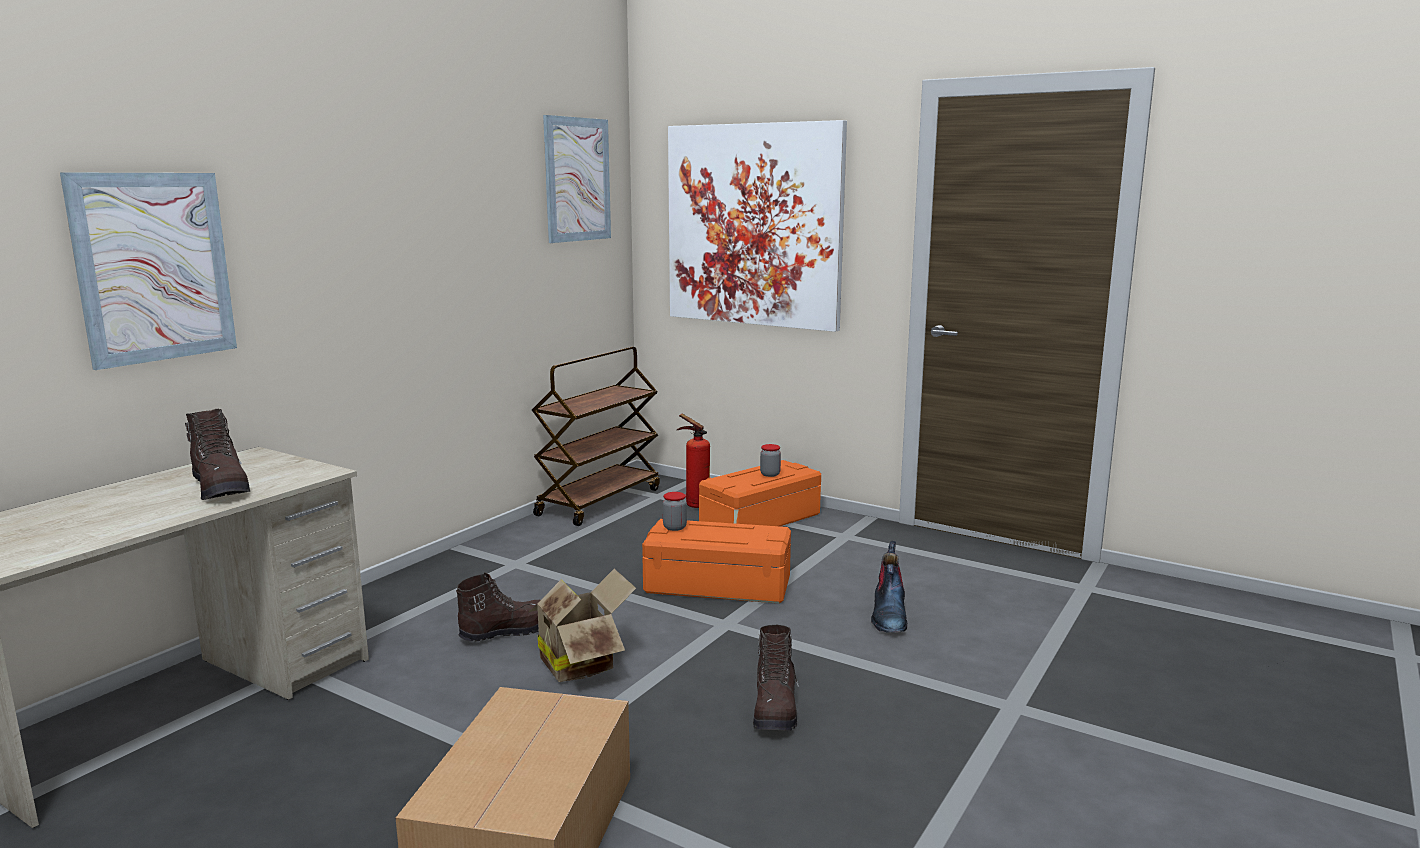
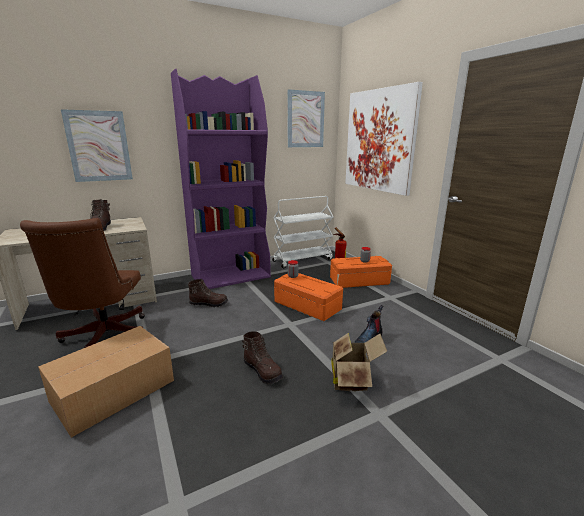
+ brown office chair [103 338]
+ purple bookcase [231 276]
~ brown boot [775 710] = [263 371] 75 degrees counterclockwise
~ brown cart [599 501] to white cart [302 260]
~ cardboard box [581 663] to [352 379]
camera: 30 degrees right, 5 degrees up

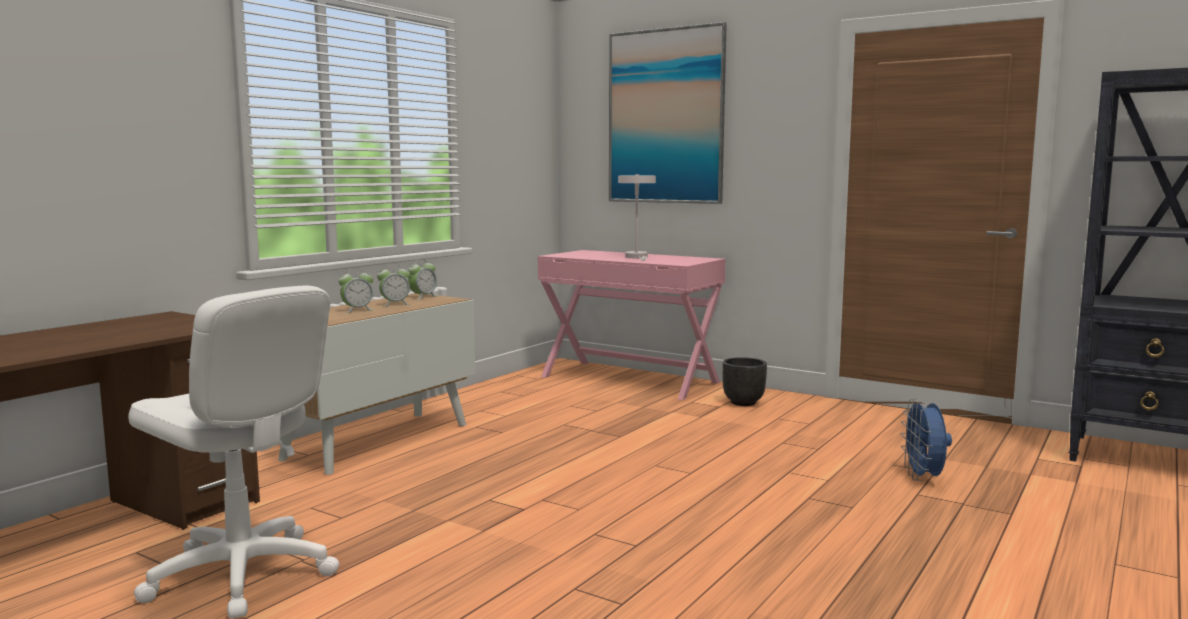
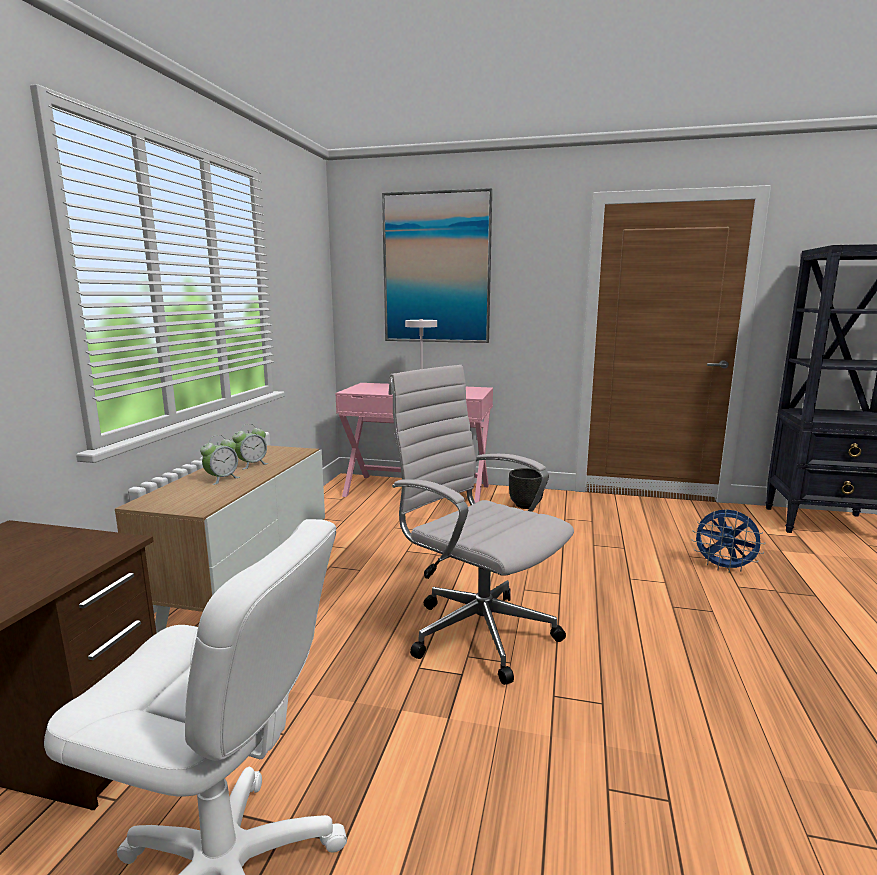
+ white office chair [476 631]
~ blue fan [923 478] = [724 568] 45 degrees counterclockwise
- alarm clock [423 297]
camera: 20 degrees left, 5 degrees up

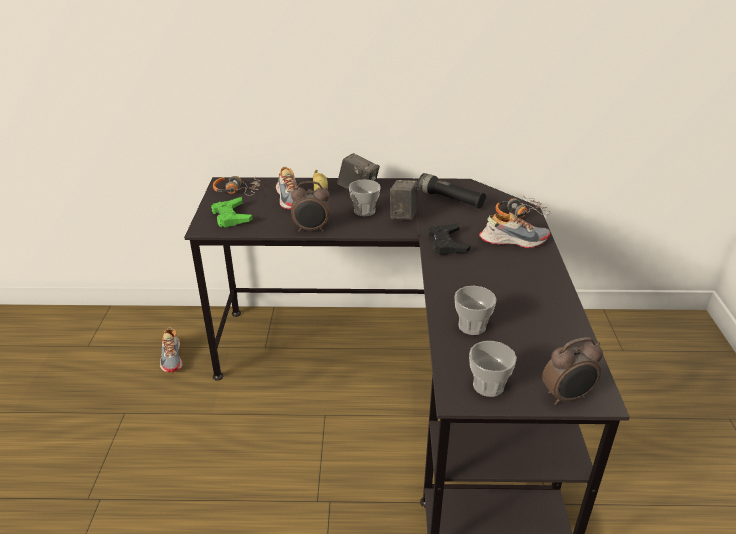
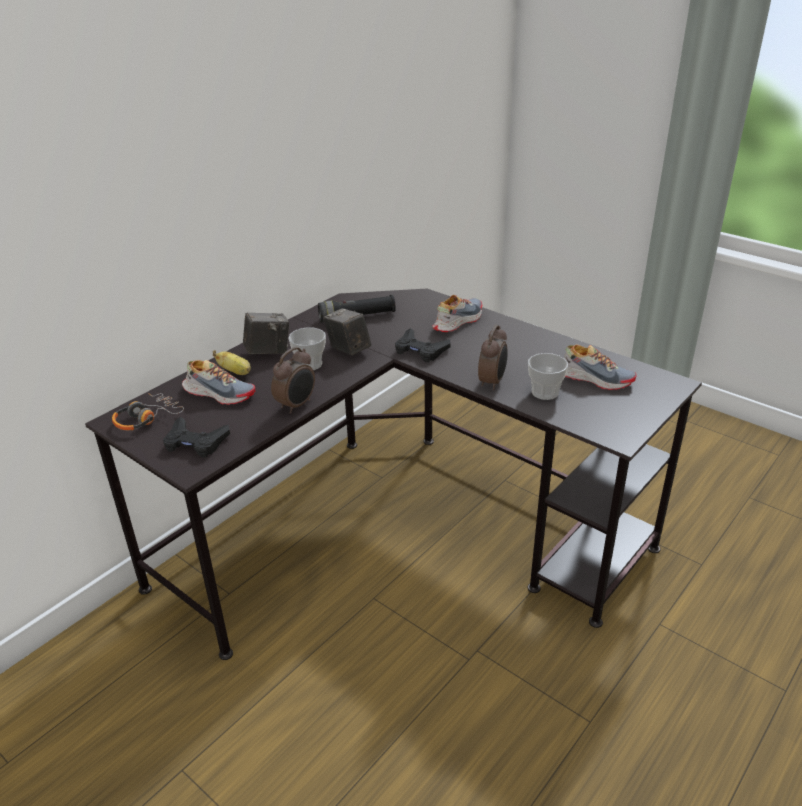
~ green game controller [231 216] to black game controller [195 442]
~ alarm clock [567 397] to [492 382]
~ shoe [172 357] to [594 378]
- cup [488 385]
- headphones [519 213]
camera: 50 degrees left, 0 degrees up

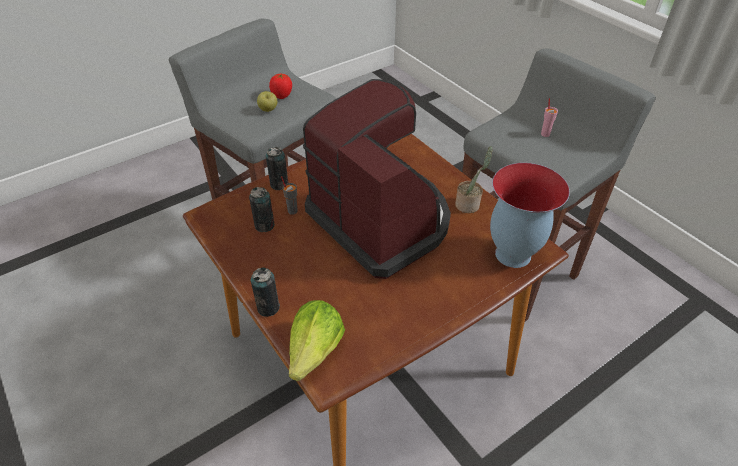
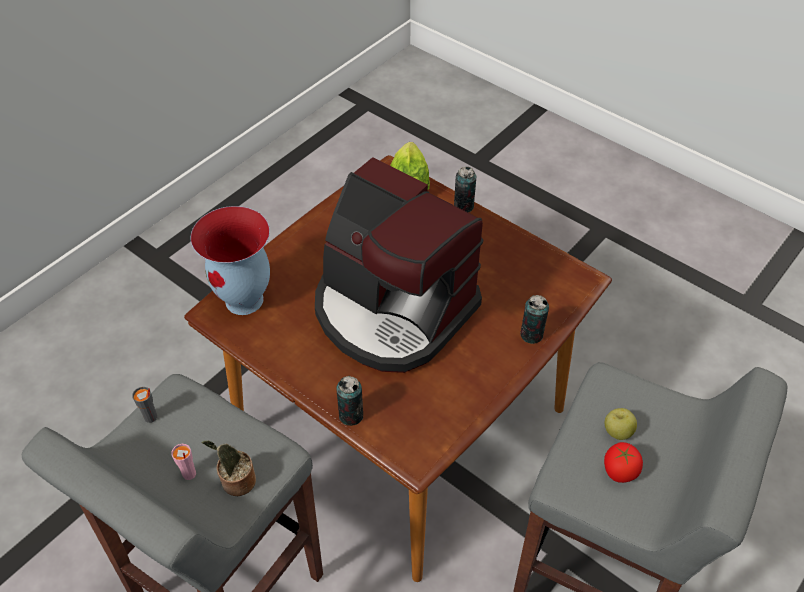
~ grey cup [292 211] to [151 417]
~ potted plant [469 204] to [236 482]
~ can [264 225] to [351 415]
camera: 165 degrees right, 5 degrees up

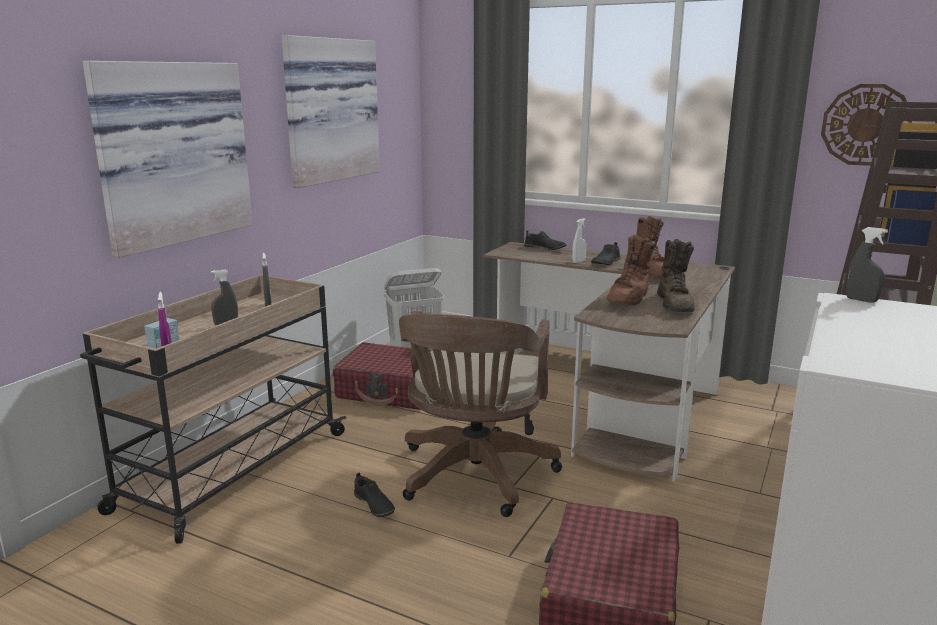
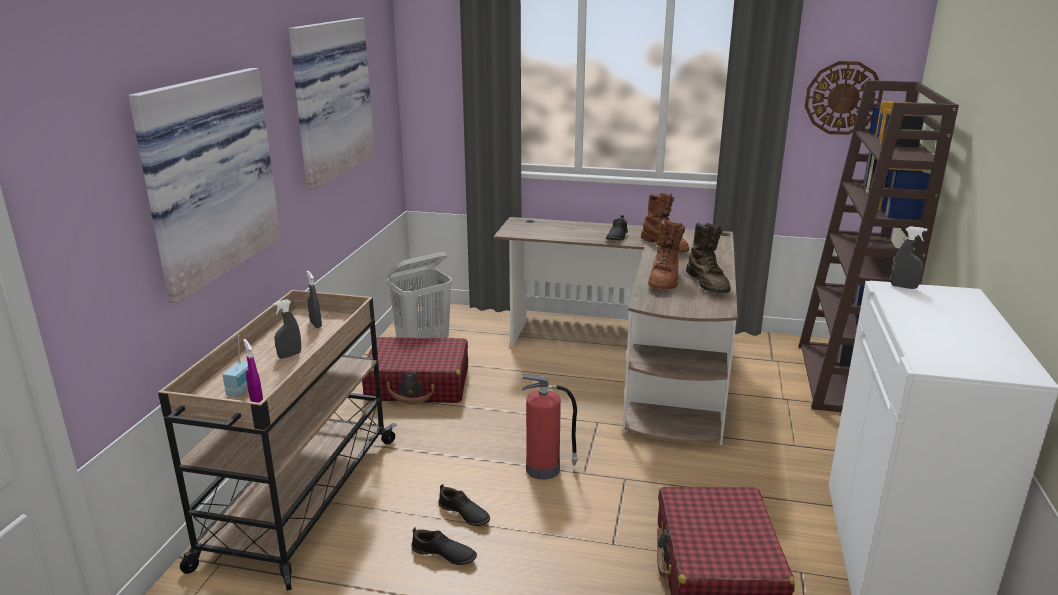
~ black shoe [545 248] to [444 554]
~ brown office chair [474 477] to fire extinguisher [545 469]
- white spray bottle [578 261]
camera: 15 degrees left, 5 degrees up

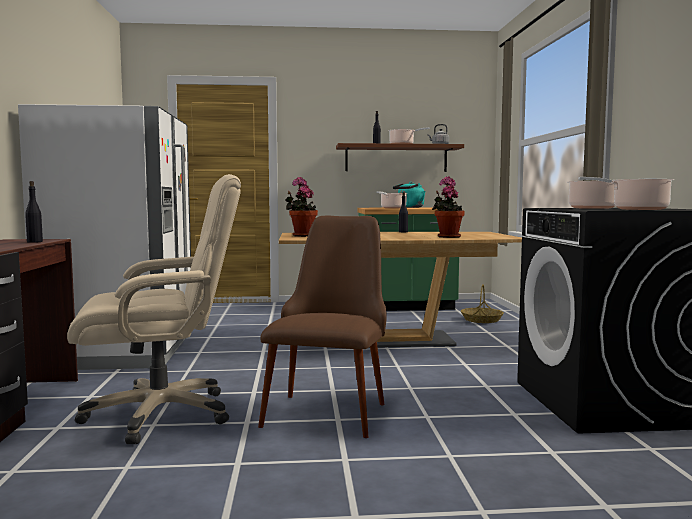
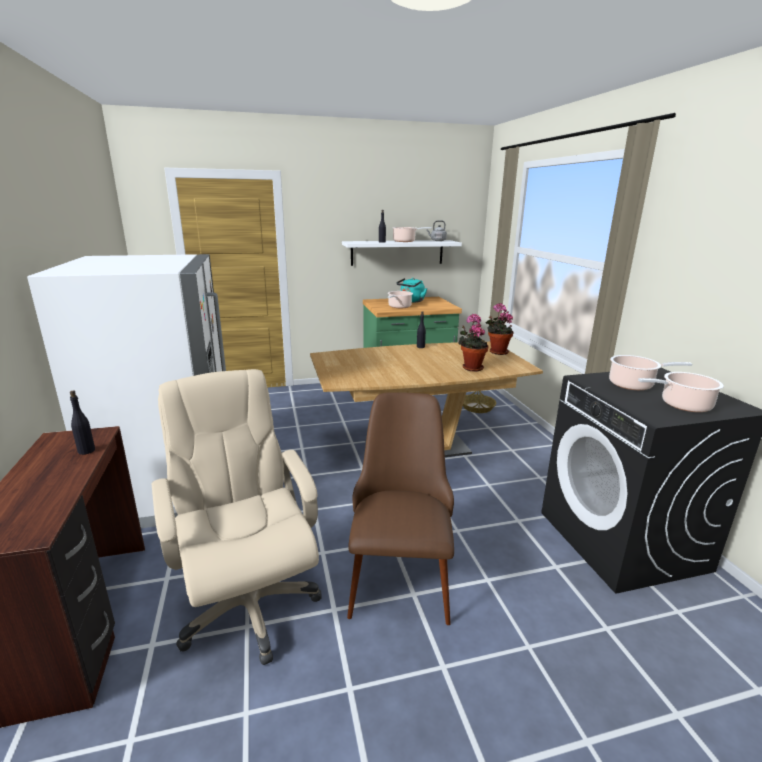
~ beige office chair [161 414] = [248 604] 90 degrees counterclockwise
~ brown shelf [396 158] to white shelf [397 252]
~ potted plant [301 236] to [497 352]
camera: 10 degrees left, 15 degrees up

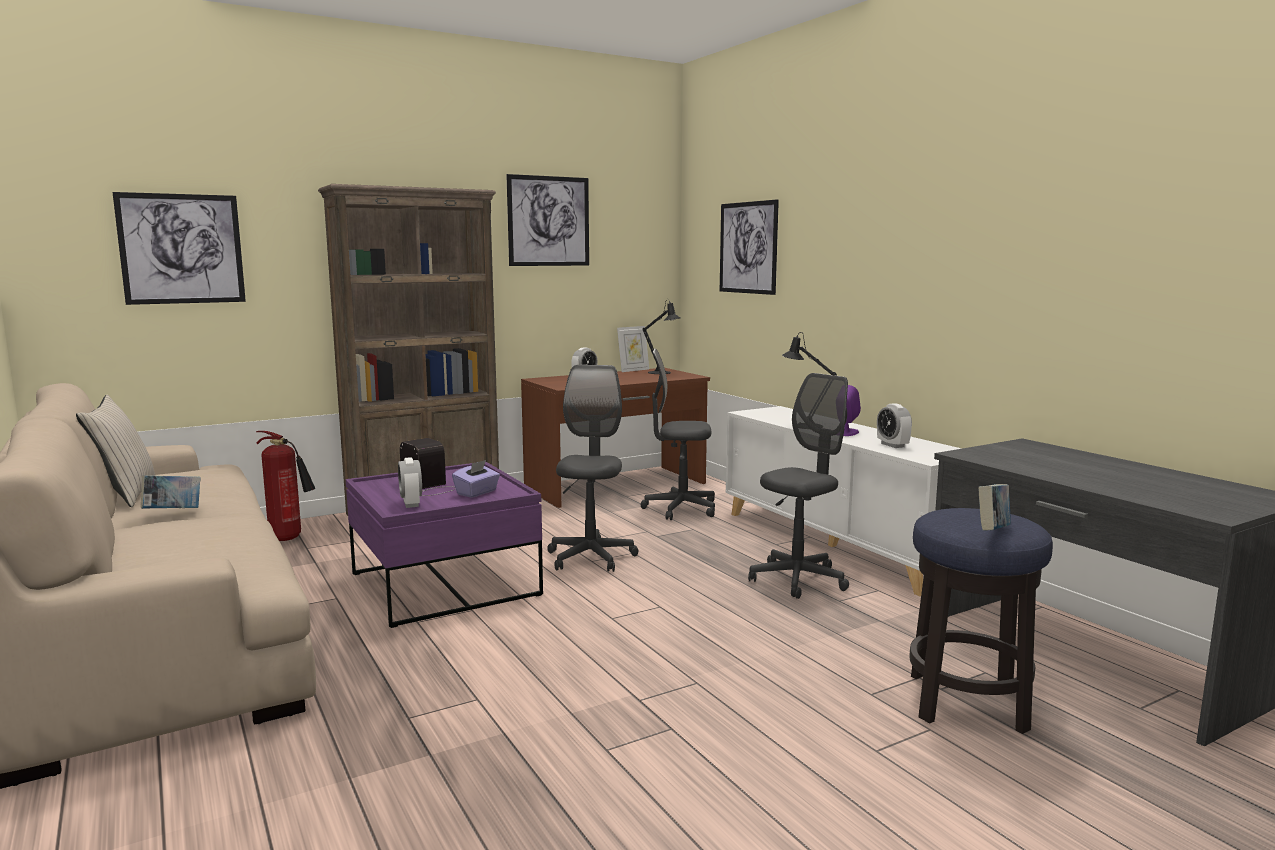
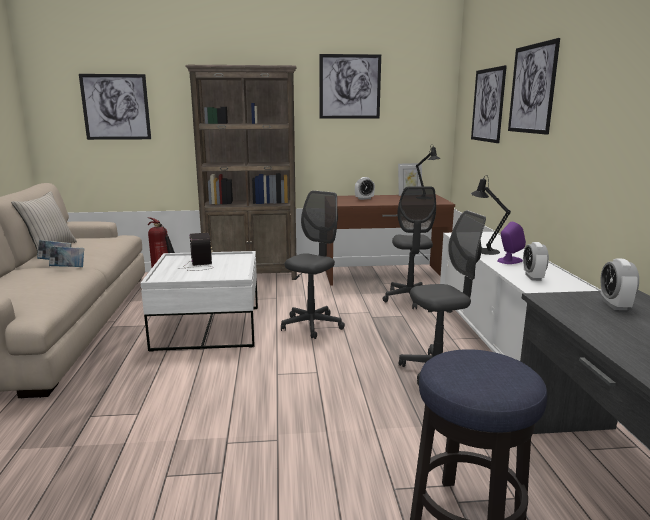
~ book [992 532] to [68 268]
~ purple coffee table [444 584] to white coffee table [208 328]
~ grey office chair [680 509] = [410 299] 120 degrees counterclockwise
+ picture [532 89]
~ alarm clock [411 503] to [615 305]
- purple tissue box [477 493]
camera: 25 degrees right, 5 degrees up

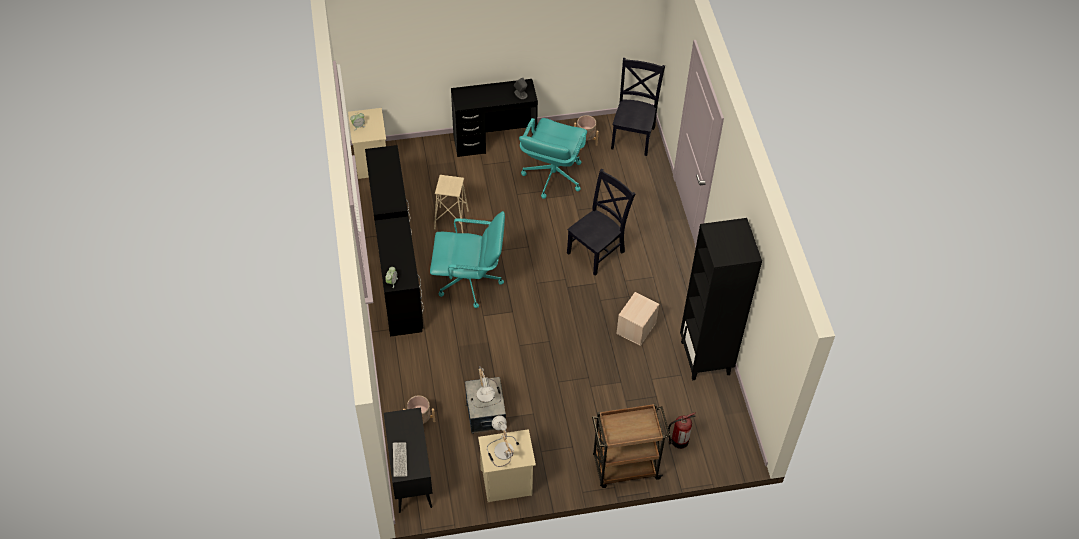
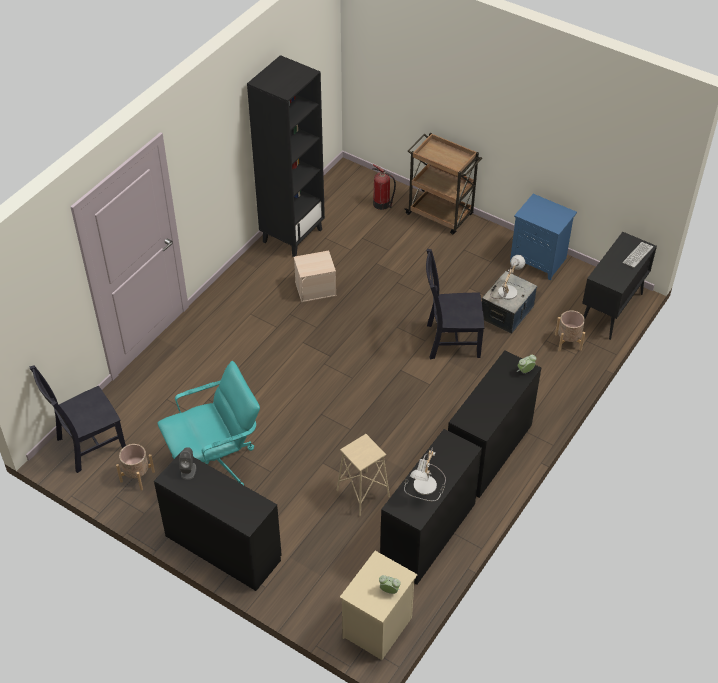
~ table lamp [501 450] to [426 487]
~ black chair [597 251] to [450 340]
~ beige nightstand [506 483] to blue nightstand [539 260]
- turquoise office chair [470 282]
camera: 135 degrees left, 5 degrees down

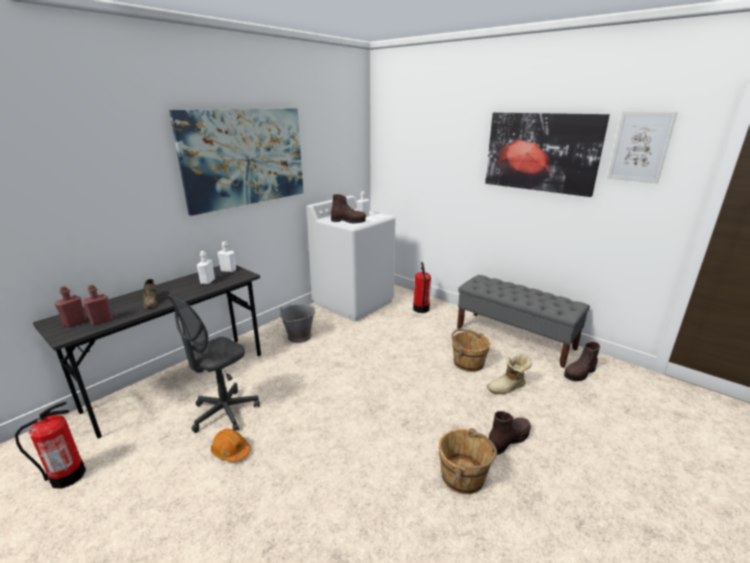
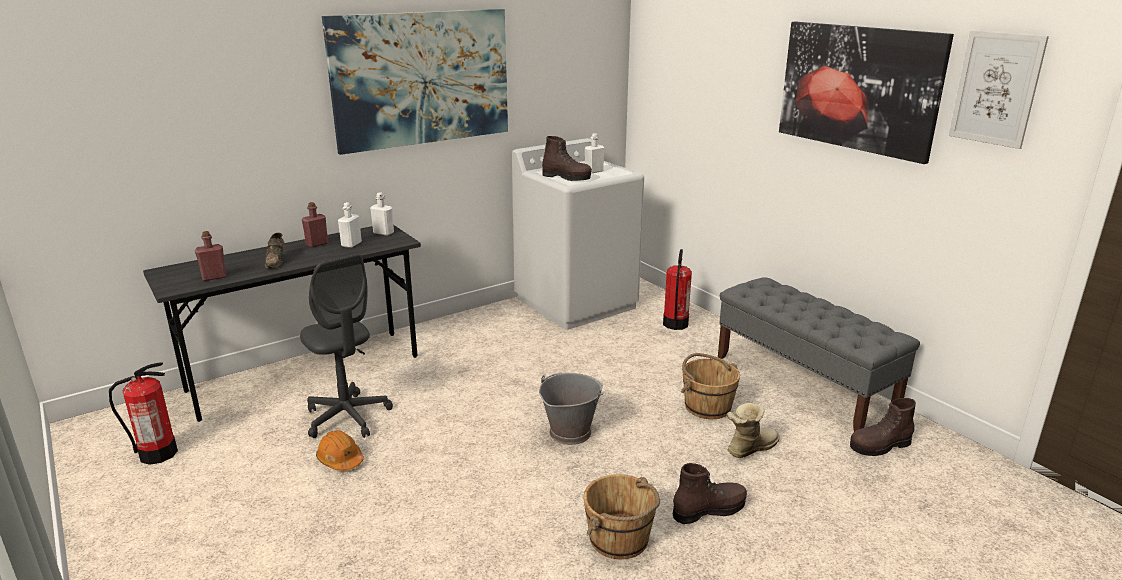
~ grey office chair [224 412] = [347 417] 90 degrees counterclockwise
~ red bottle [75 323] to [317 244]
~ grey bucket [299 336] to [569 432]
~ boot [508 388] = [749 448] 150 degrees clockwise
camera: 15 degrees right, 0 degrees up

